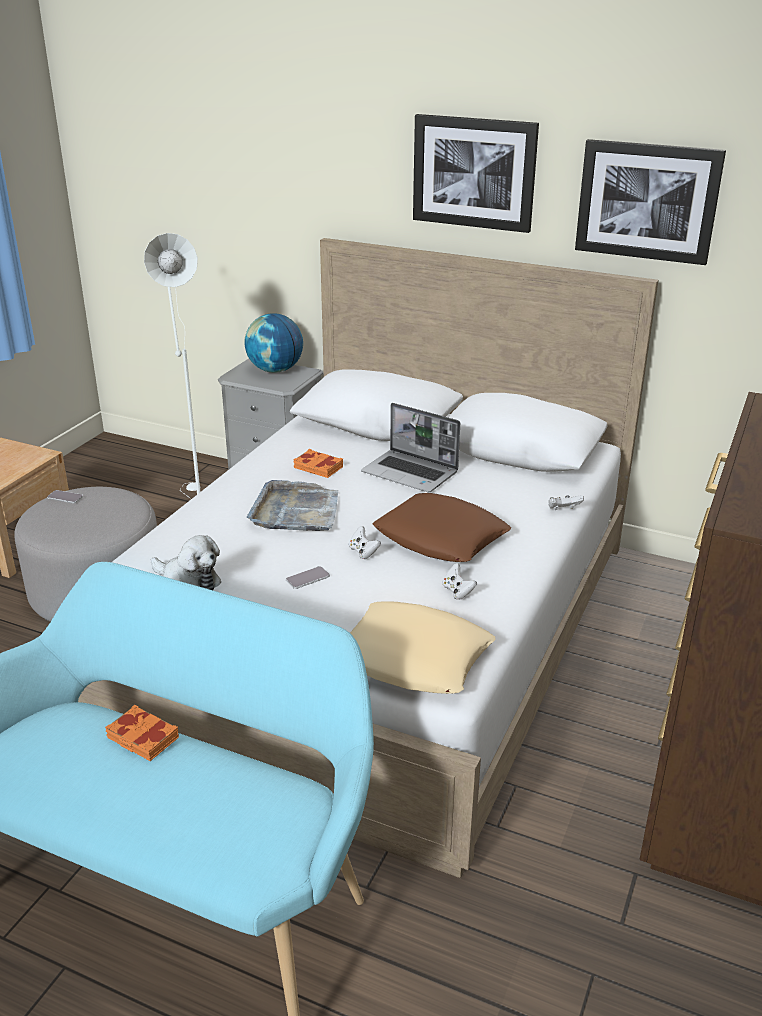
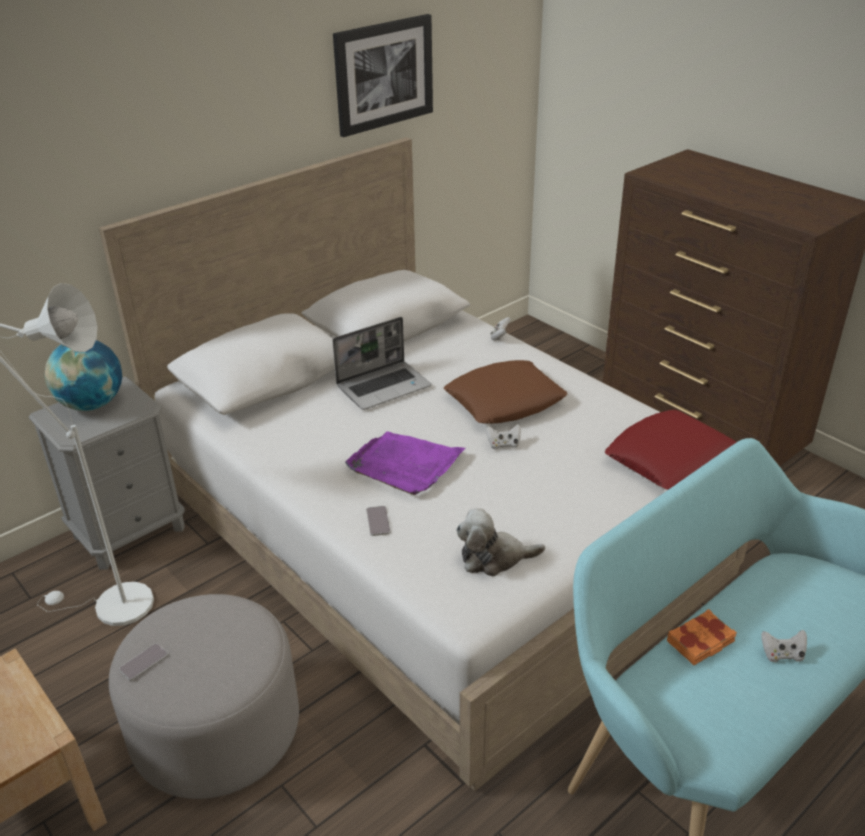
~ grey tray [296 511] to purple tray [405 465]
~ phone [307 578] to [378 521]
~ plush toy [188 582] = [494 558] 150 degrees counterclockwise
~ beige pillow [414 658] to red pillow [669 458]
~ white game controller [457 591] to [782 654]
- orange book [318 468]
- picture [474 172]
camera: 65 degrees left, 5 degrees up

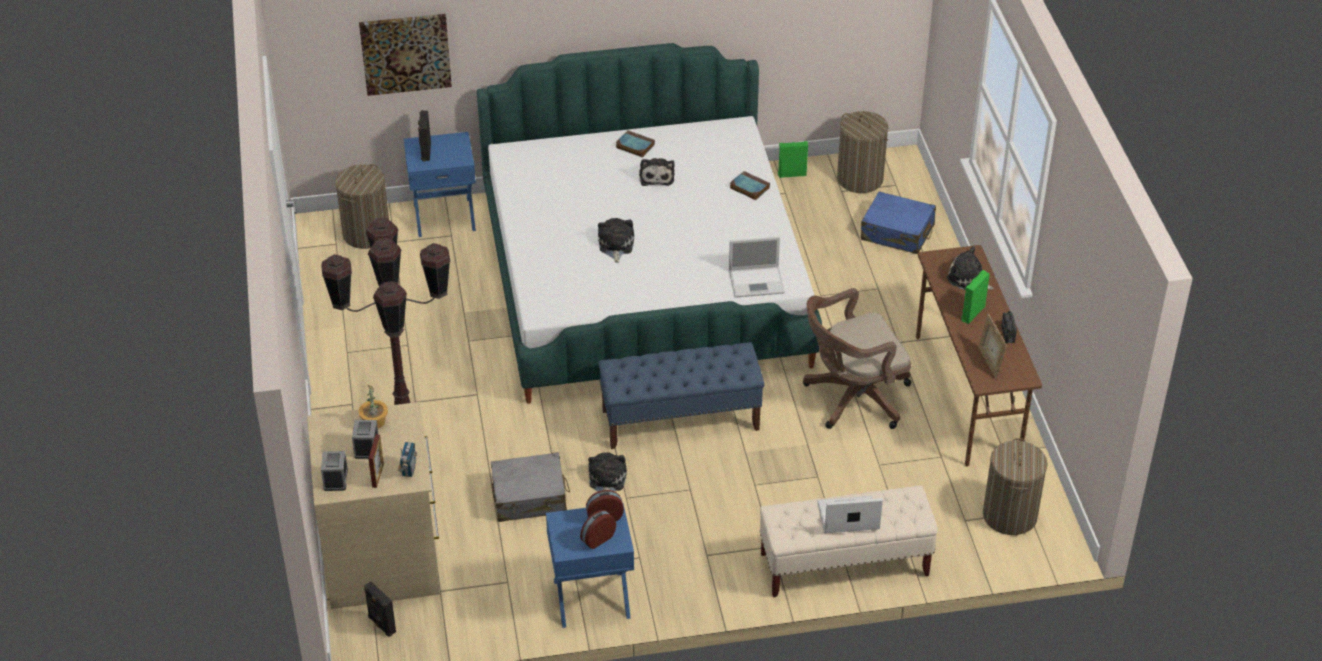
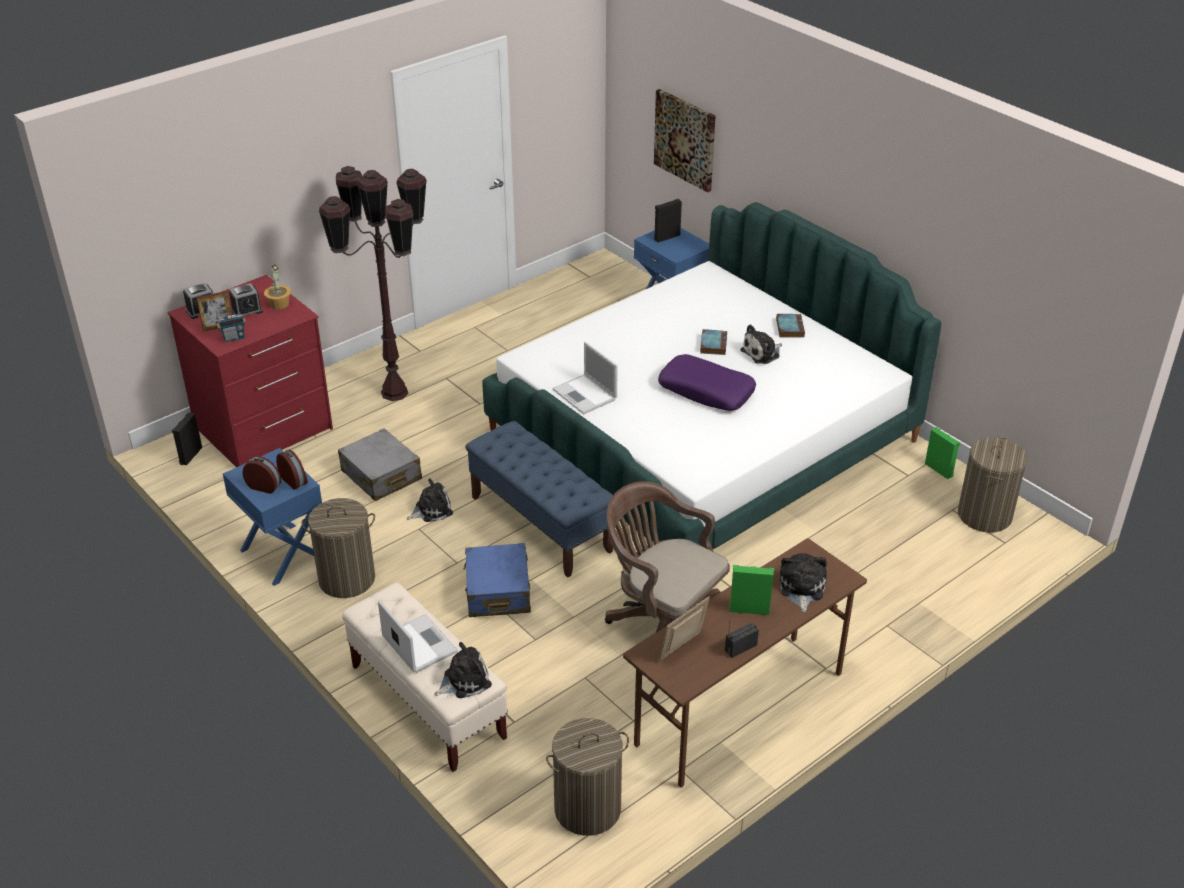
~ beige dresser [383 557] to red dresser [264 428]
~ laundry basket [366 233] to [347 579]
~ plush toy [615 245] to [464 680]
~ blue suitcase [897 233] to [498 591]
~ laptop [757 282] to [585 395]
+ purple pillow [706 391]
~ book [748 188] to [713 344]
camera: 60 degrees right, 5 degrees down

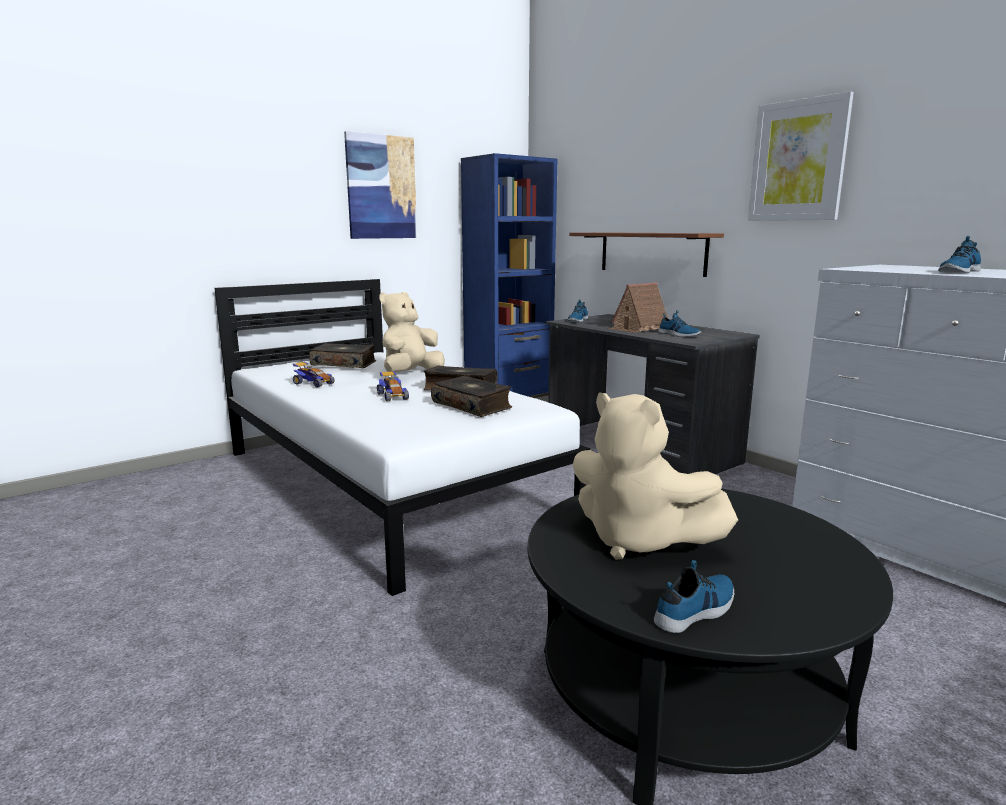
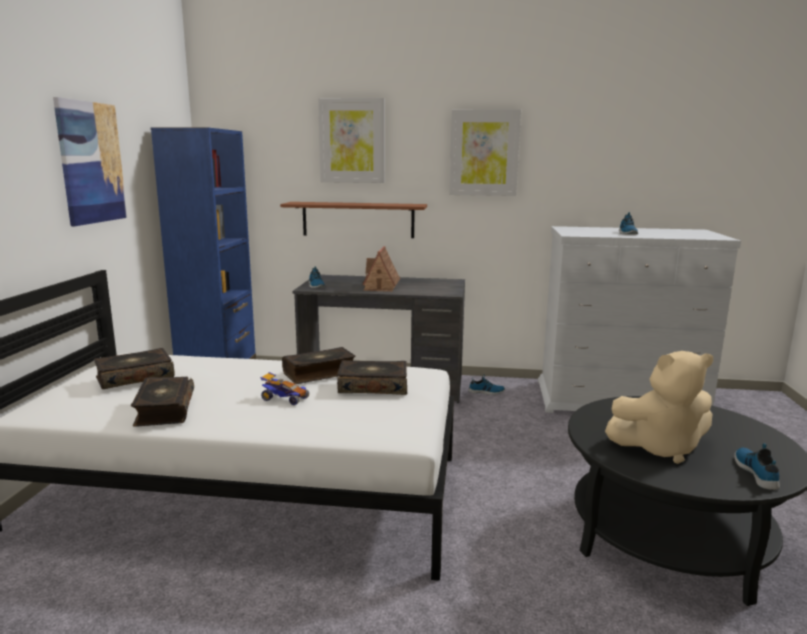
~ toy car [313 384] to book [164 410]
+ picture [352 141]
~ shoe [678 334] to [486 392]
- beige plush toy [410 374]
camera: 45 degrees left, 0 degrees up

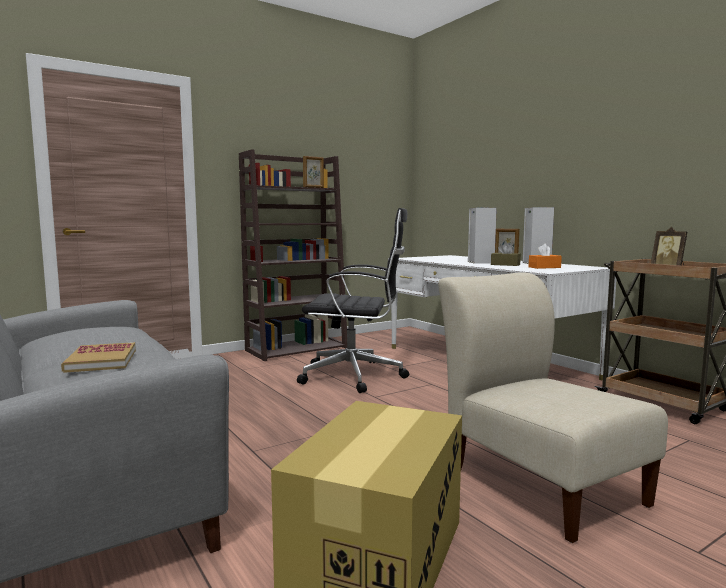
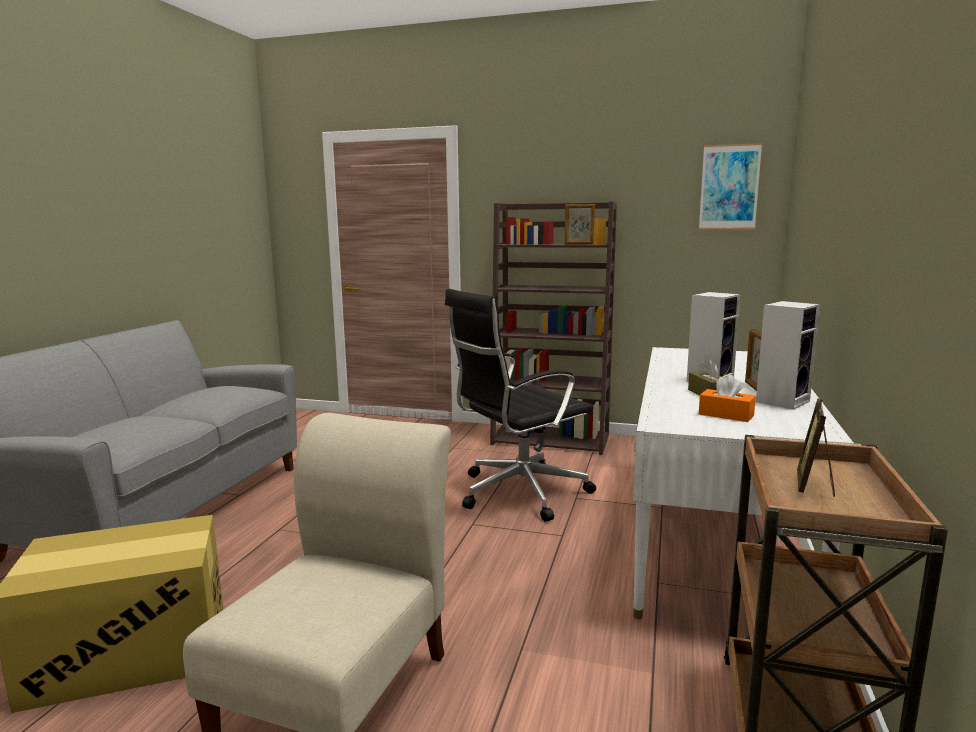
~ black office chair [355 376] = [518 493] 90 degrees clockwise
+ picture [729 187]
- book [101 360]
camera: 50 degrees right, 5 degrees up

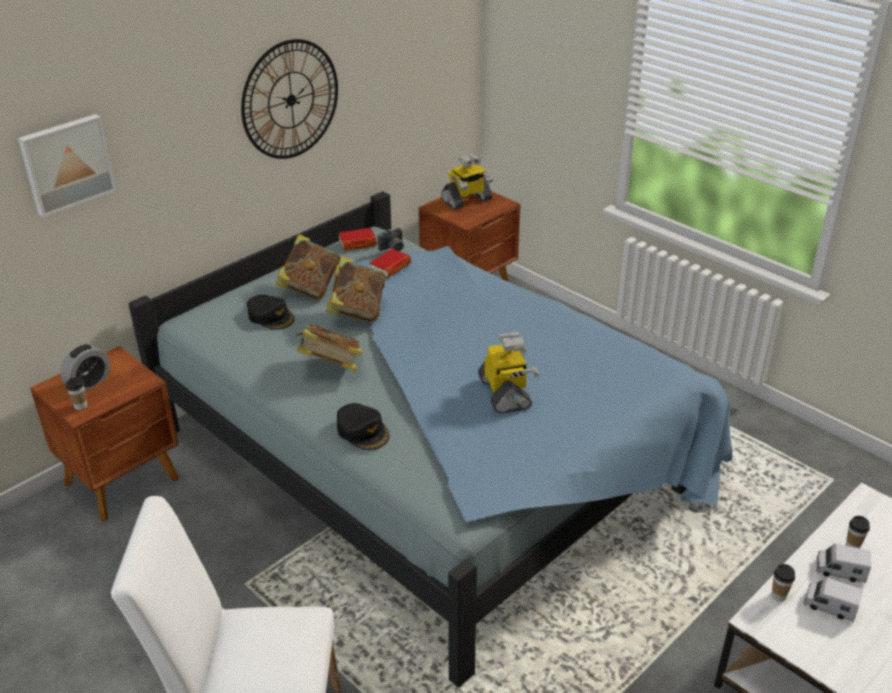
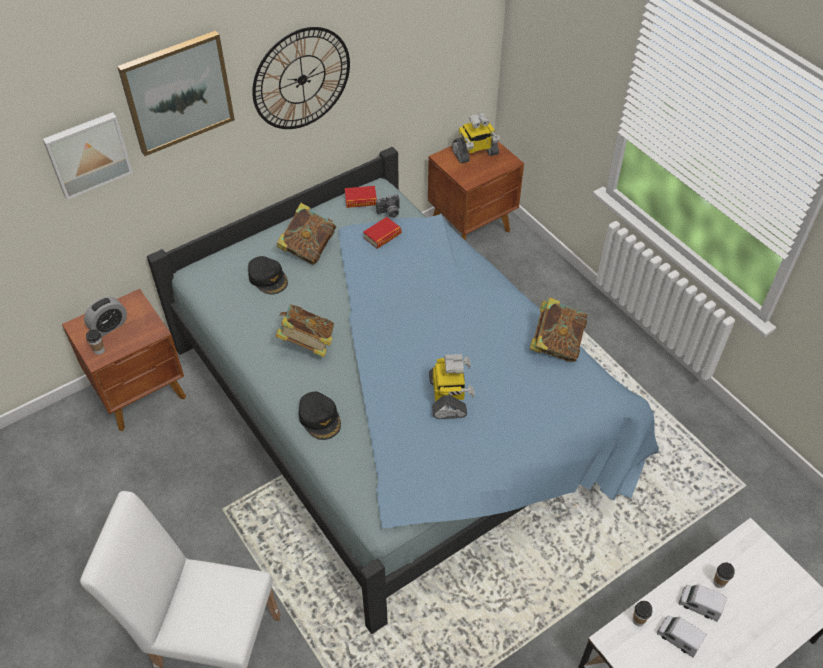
+ picture [177 92]
~ book [357 310] to [556 344]
camera: 10 degrees right, 15 degrees up

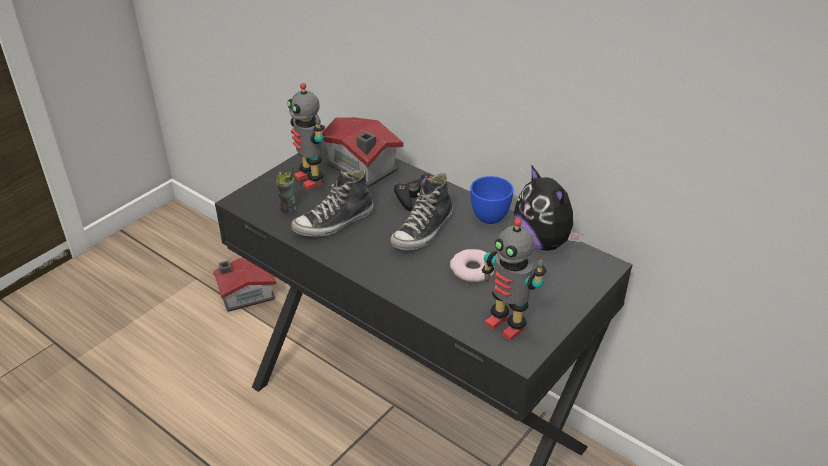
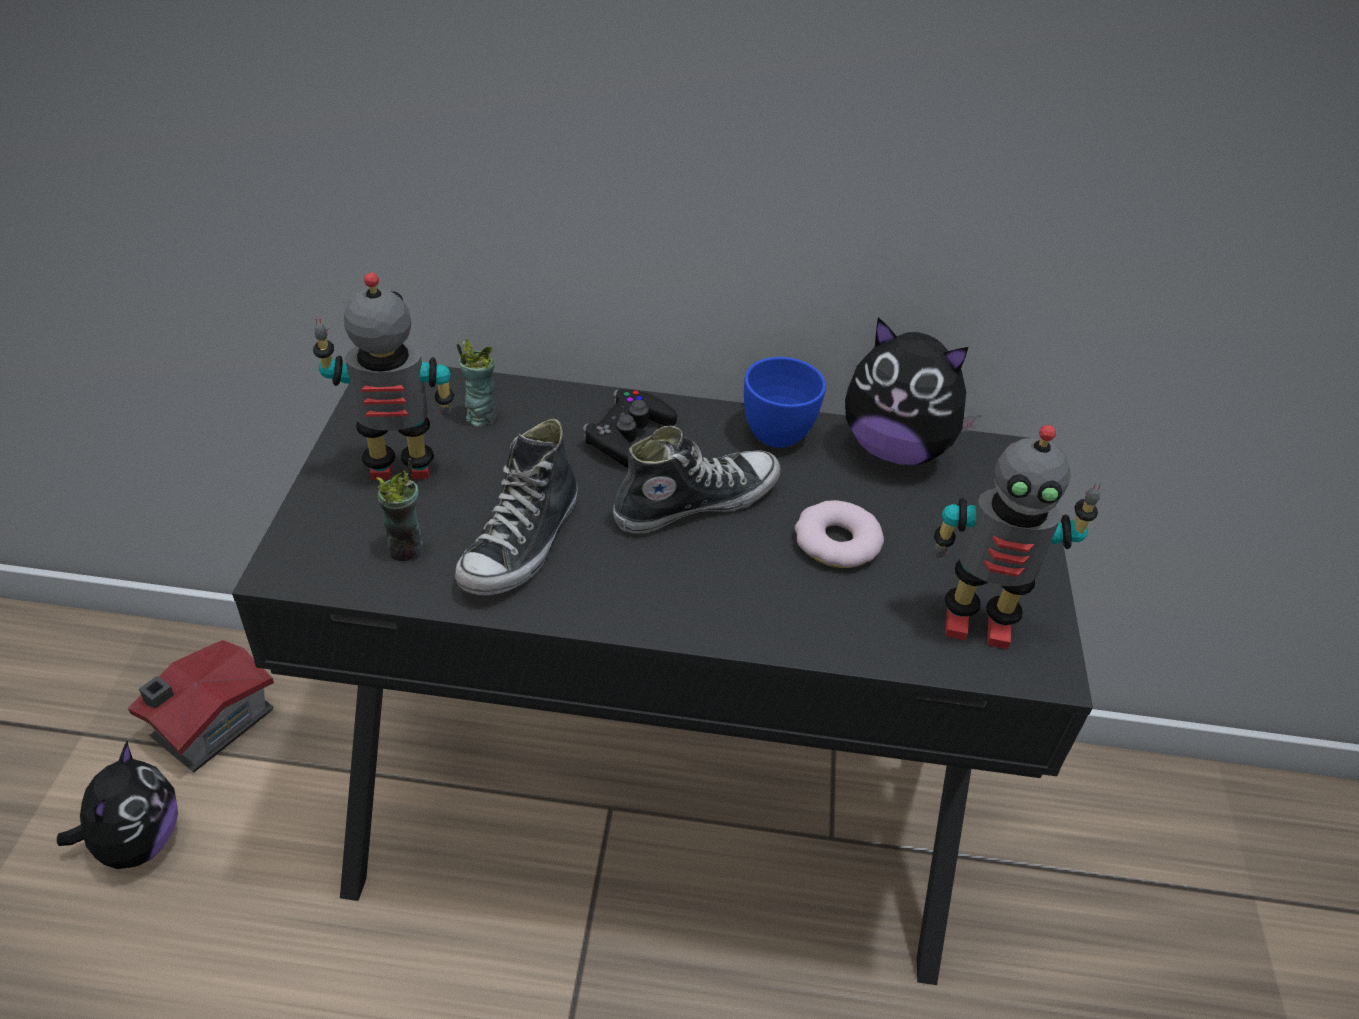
+ plush toy [137 841]
~ toy robot [311 180] = [401 471] 150 degrees clockwise
~ toy house [361 168] to cup [481 416]
~ shoe [423 232] = [695 501] 120 degrees counterclockwise
camera: 35 degrees left, 5 degrees up

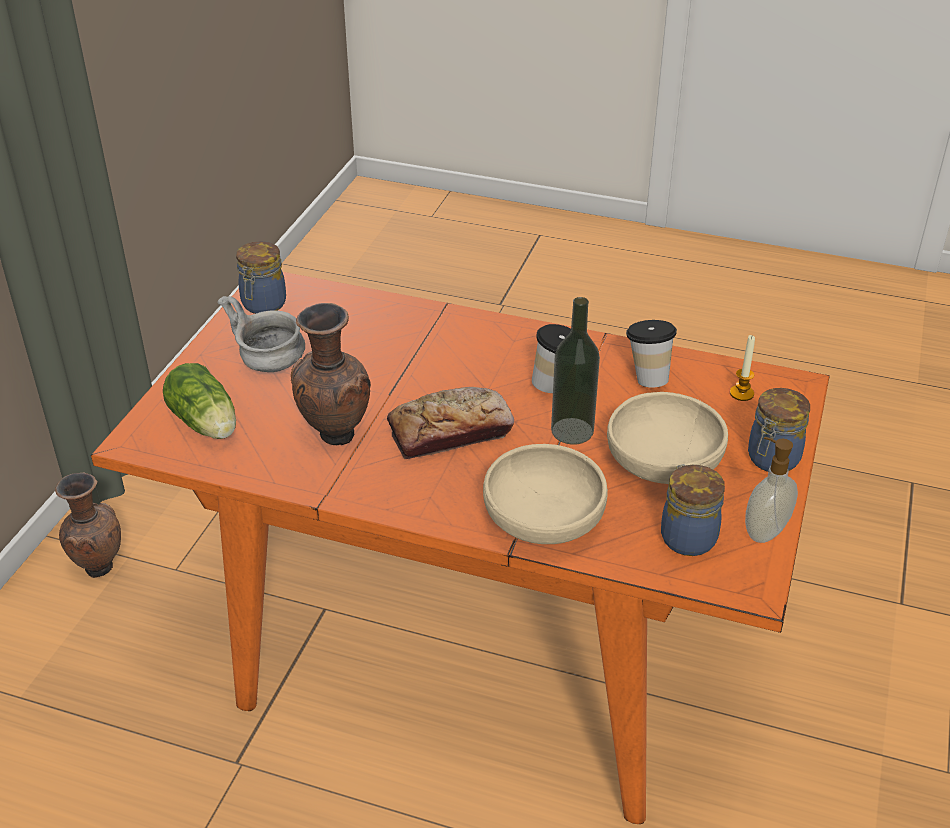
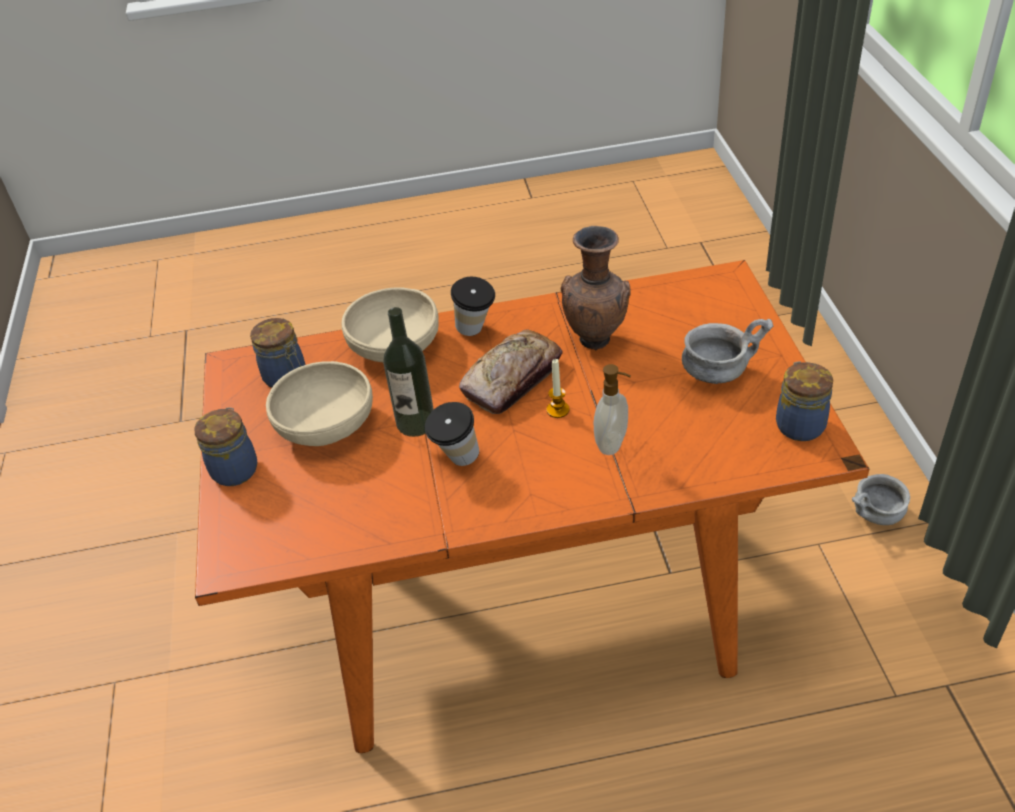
~ cup [647 377] to [476 331]
~ candle [741 393] to [558 410]
~ soap dispenser [764 530] to [612 443]
~ brown vase [98 567] to grey bowl [876 515]
- lettuce [206 425]
camera: 155 degrees right, 5 degrees up

